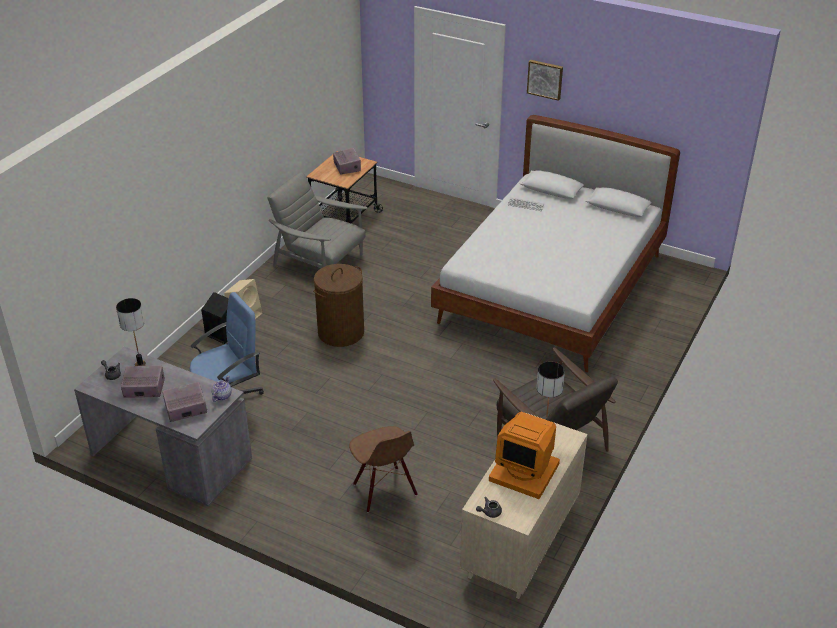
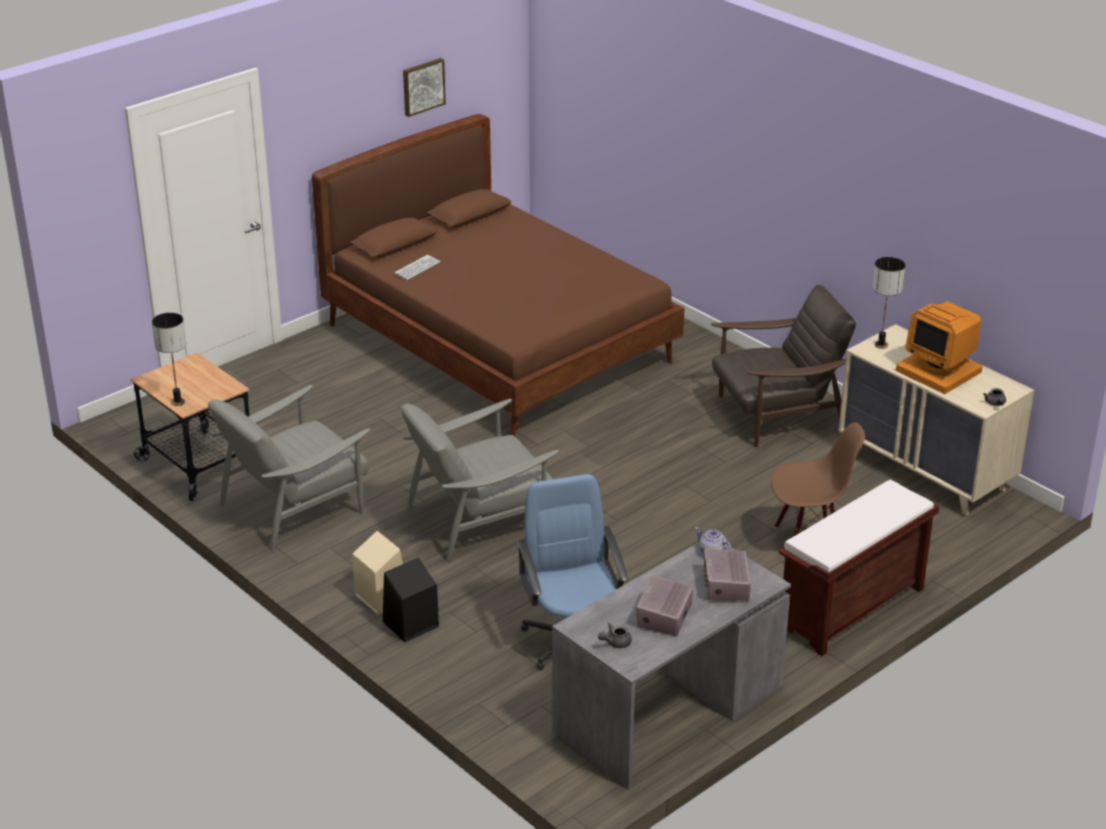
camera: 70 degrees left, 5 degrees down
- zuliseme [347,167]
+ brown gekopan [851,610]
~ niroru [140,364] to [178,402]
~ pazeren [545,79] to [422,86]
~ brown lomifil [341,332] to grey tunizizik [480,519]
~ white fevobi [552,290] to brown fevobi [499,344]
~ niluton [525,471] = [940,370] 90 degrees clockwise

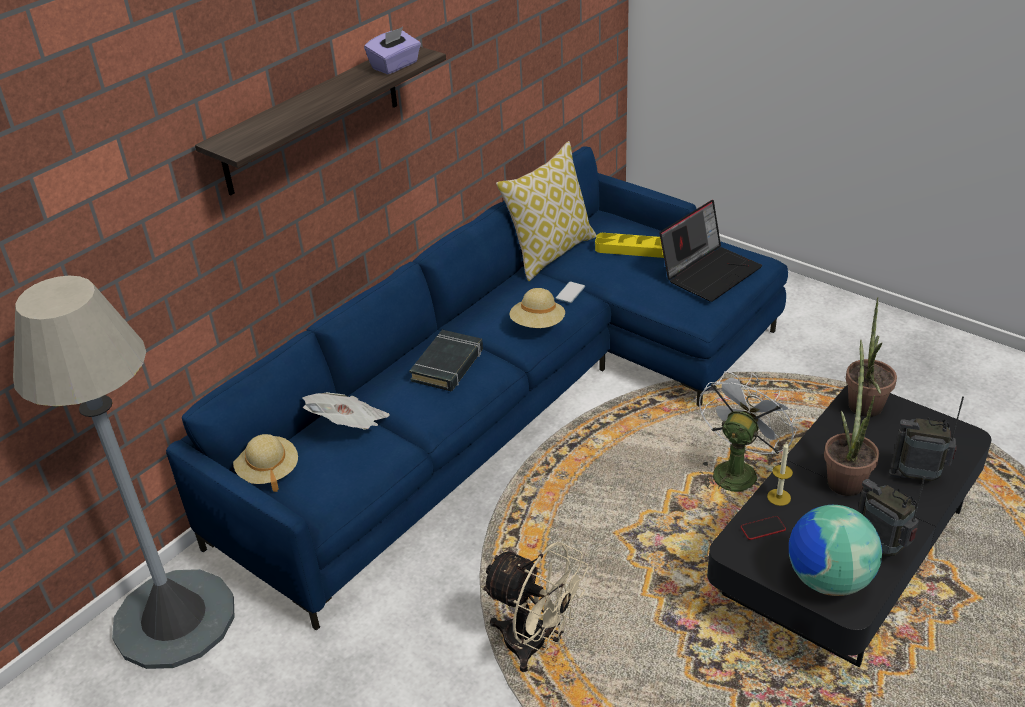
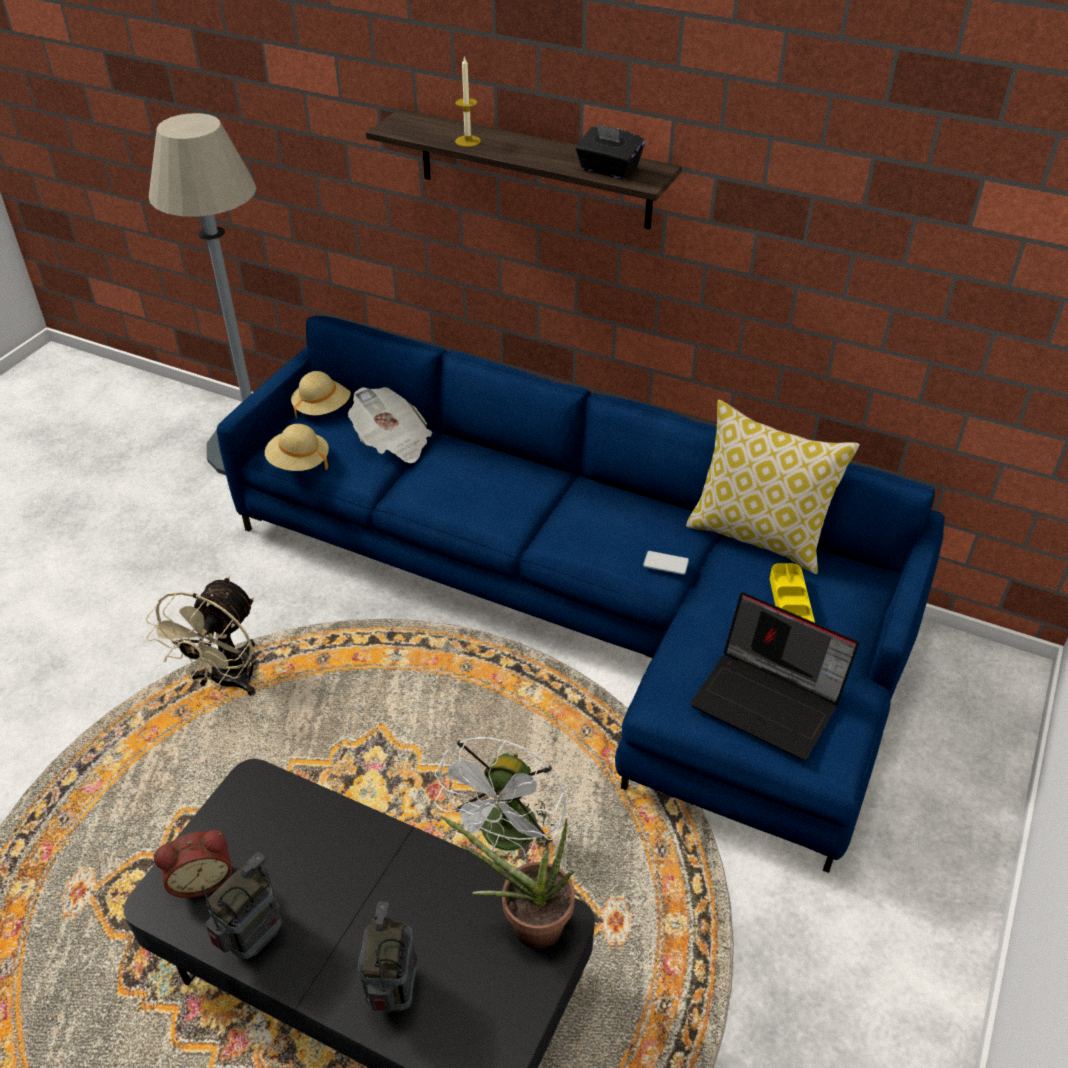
camera: 75 degrees right, 5 degrees up
- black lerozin [448,365]
- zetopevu [763,528]
- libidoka [845,477]
~ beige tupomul [538,324] to [299,463]
~ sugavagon [779,497] to [468,141]
~ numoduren [828,579] to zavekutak [202,878]
~ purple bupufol [395,66] to black bupufol [608,170]
~ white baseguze [737,470] = [507,839] 90 degrees clockwise

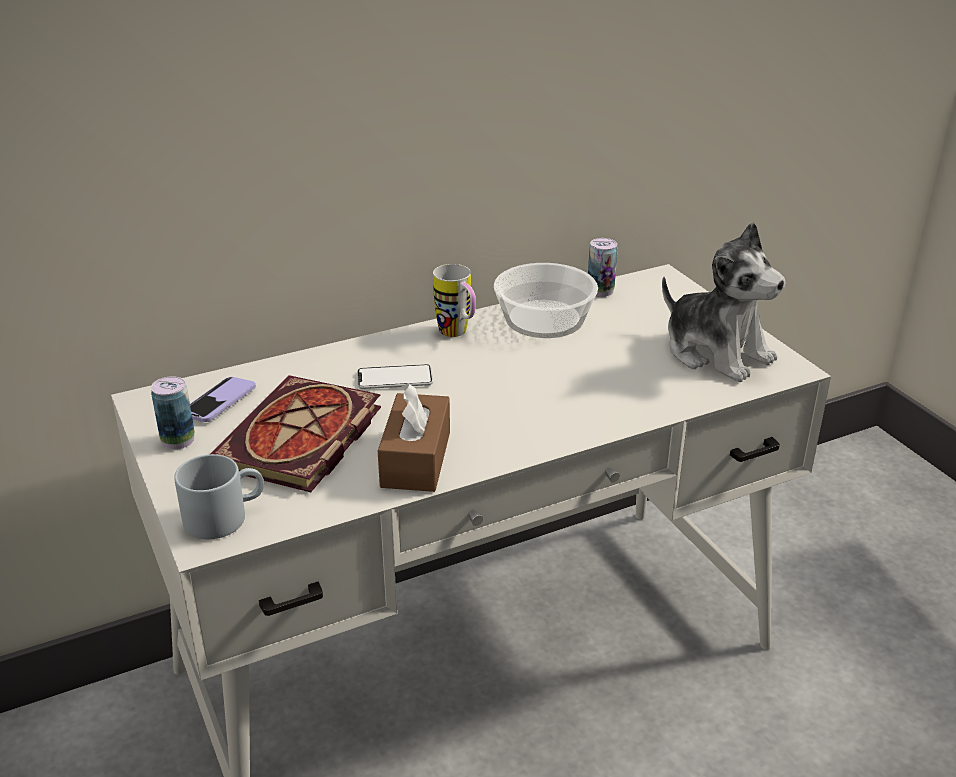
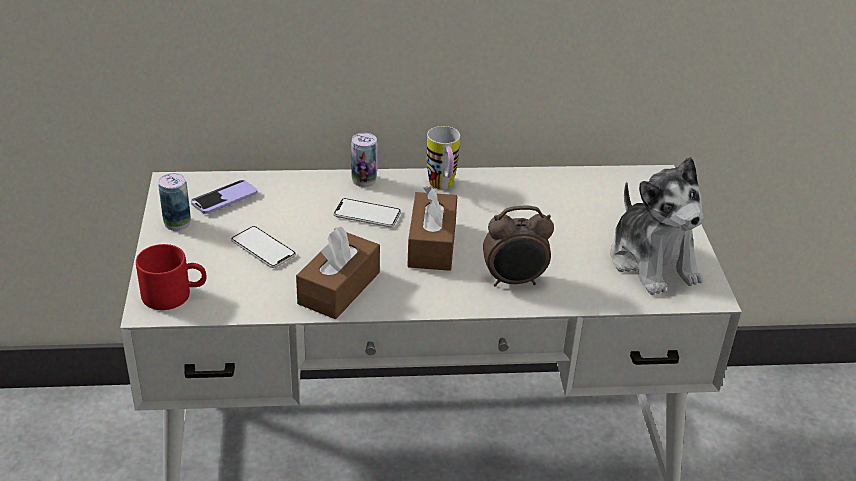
camera: 20 degrees right, 5 degrees up
- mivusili [545,319]
+ brown bupufol [432,244]
+ zavekutak [514,281]
~ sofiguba [600,291] to [364,180]
~ lerozin [300,441] to zetopevu [263,248]
~ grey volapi [225,516] to red volapi [174,294]

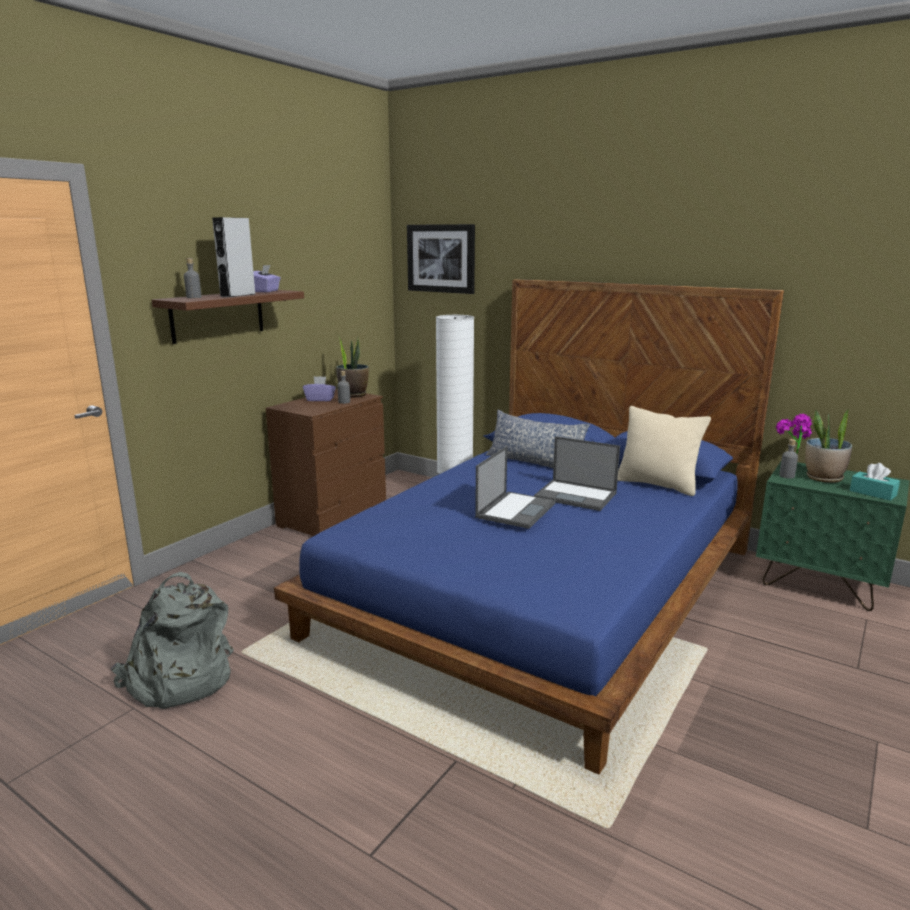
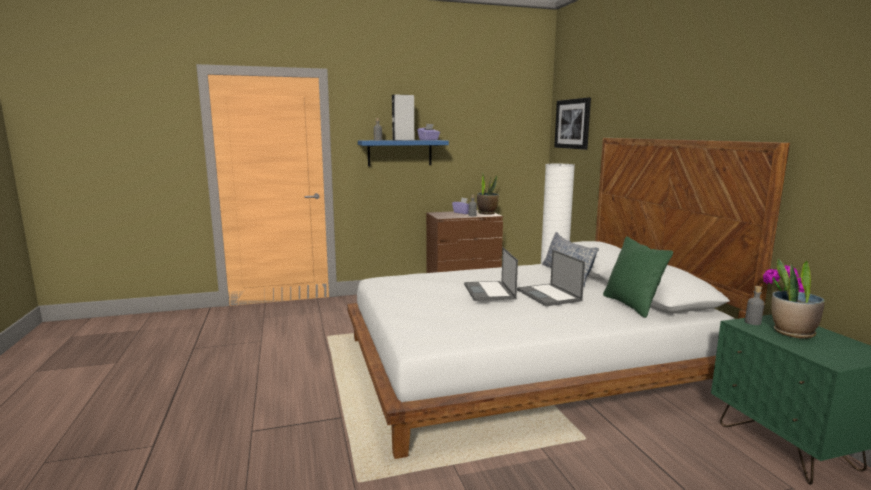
camera: 40 degrees right, 5 degrees down
- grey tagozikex [178,680]
- turquoise bupufol [872,493]
~ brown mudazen [218,315] to blue mudazen [399,153]
~ blue fevobi [543,591] to white fevobi [524,365]
~ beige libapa [657,484] to green libapa [631,305]
~ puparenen [516,510] = [489,292] 105 degrees clockwise

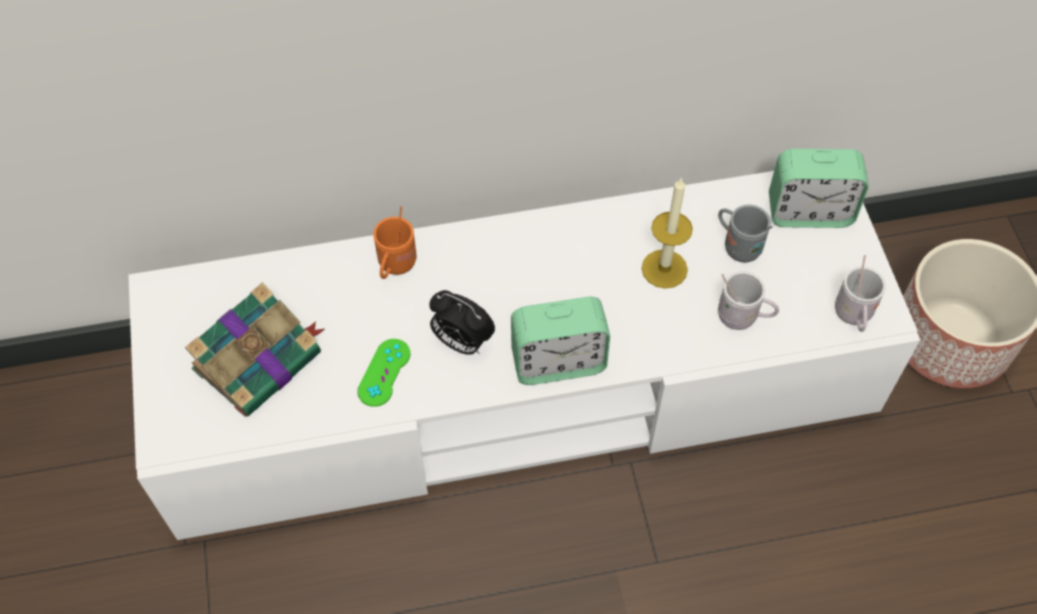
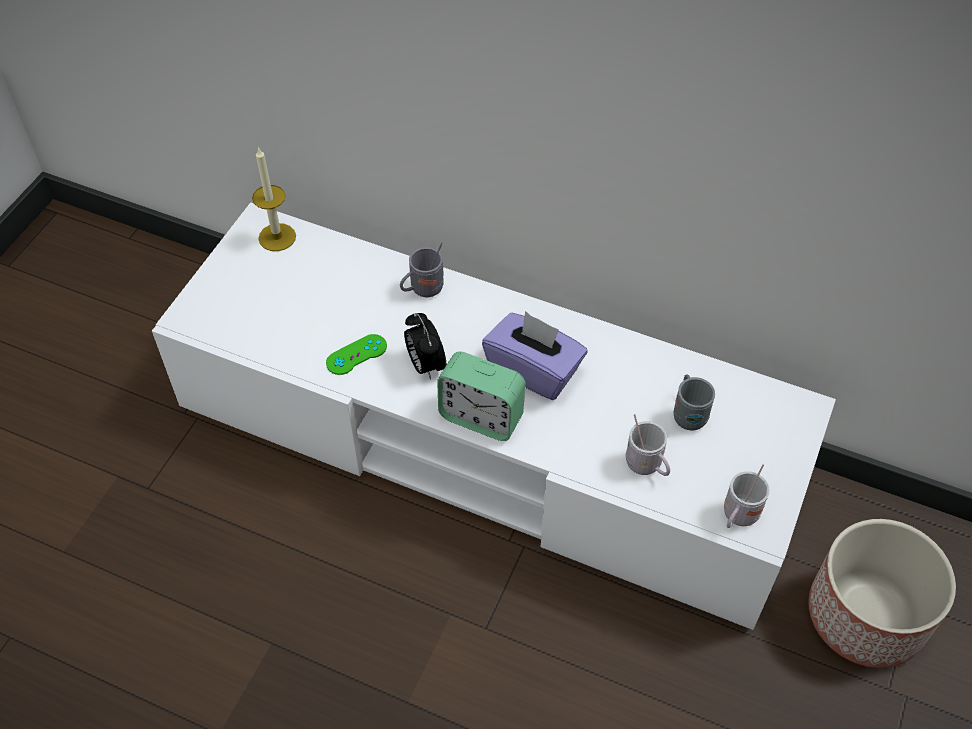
camera: 35 degrees right, 5 degrees down
- lerozin [260,359]
- zavekutak [809,211]
+ purple bupufol [534,370]
~ sugavagon [664,269] to [277,237]
~ orange volapi [395,267] to grey volapi [423,290]

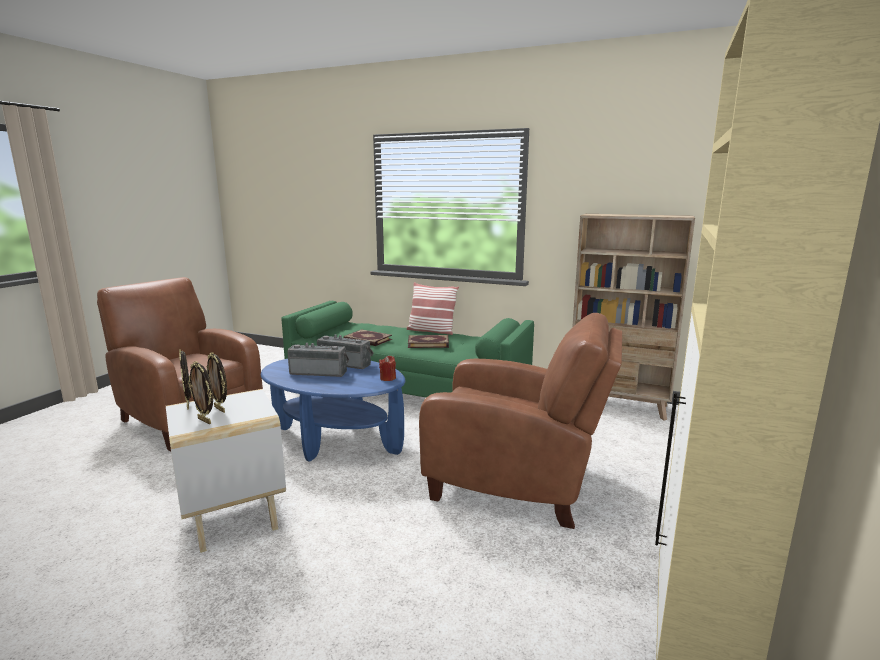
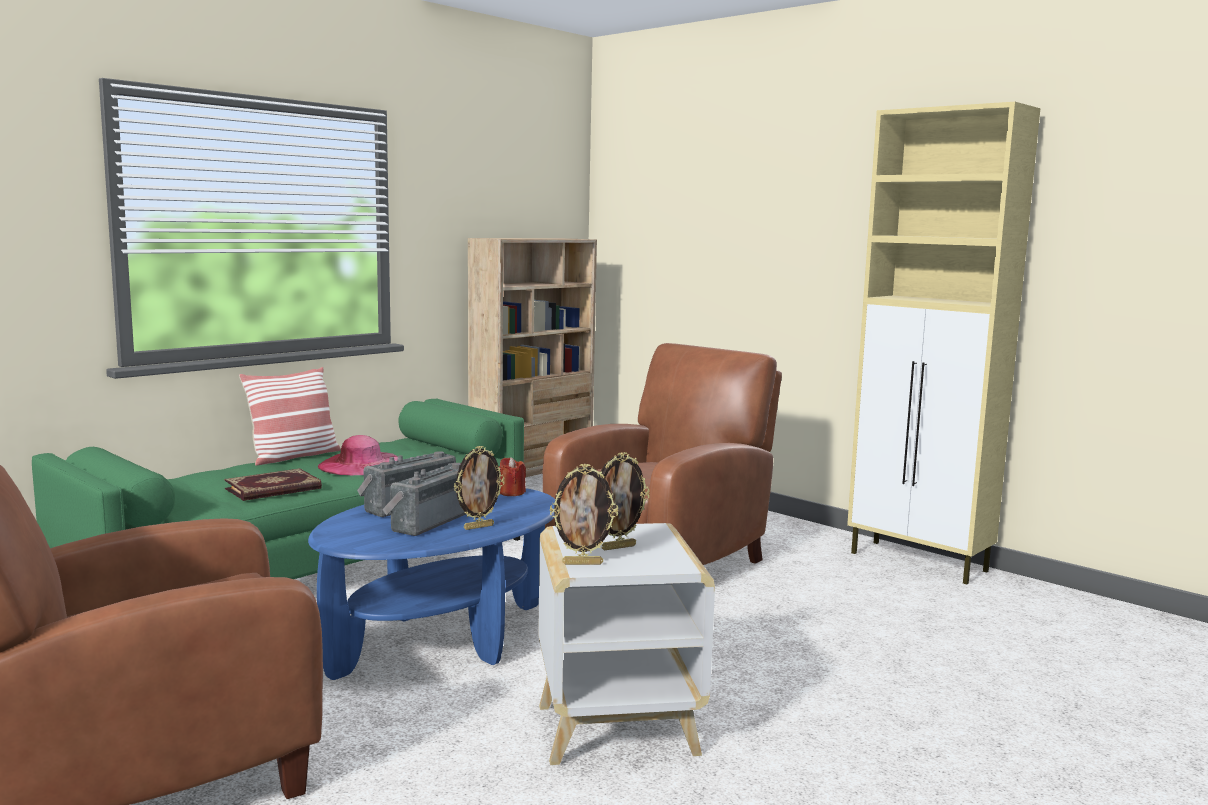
camera: 70 degrees left, 5 degrees down
~ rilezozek [205,420] to [478,527]
~ lerozin [428,343] to pink tupomul [360,464]

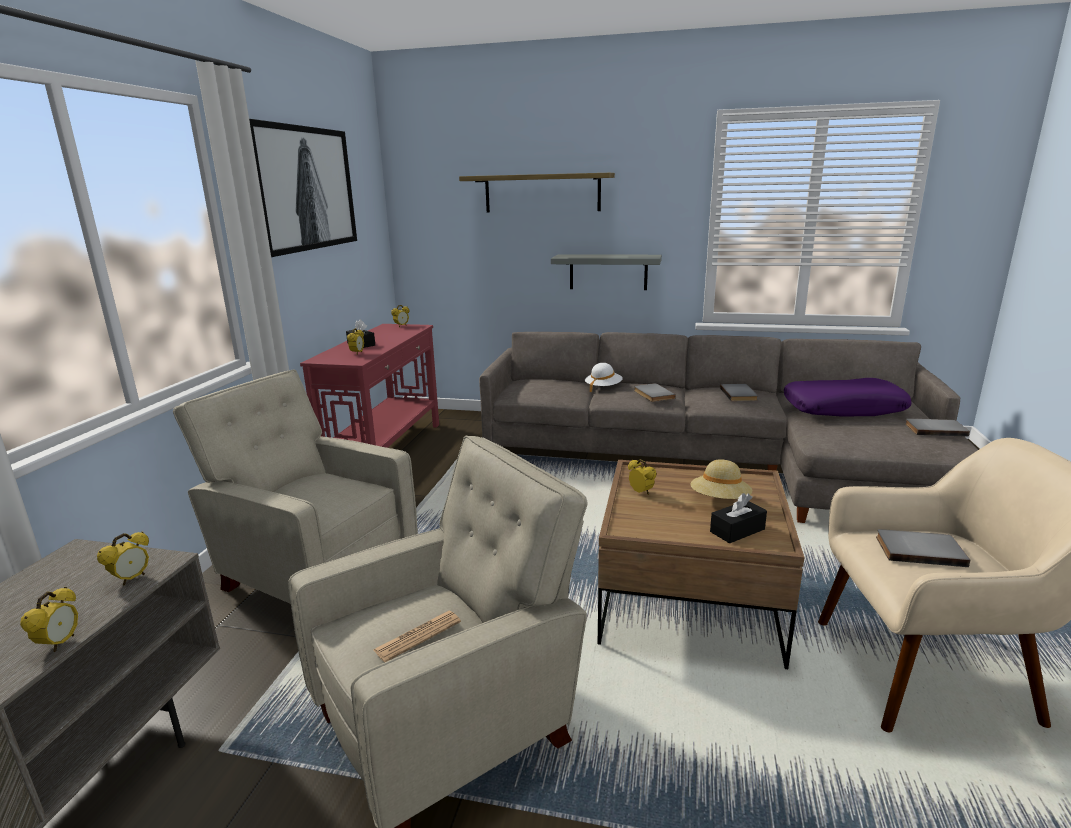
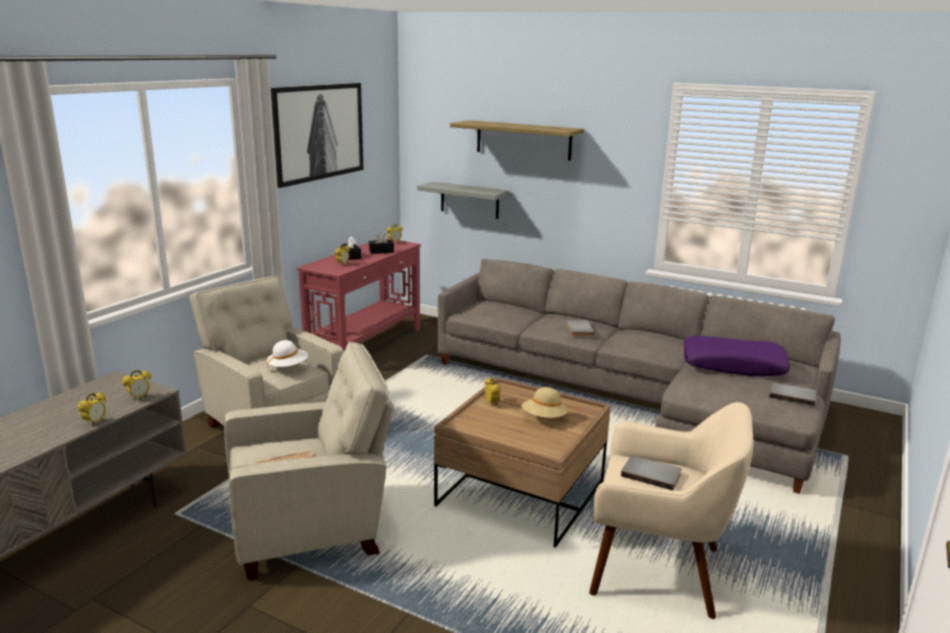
camera: 15 degrees right, 0 degrees up
- grey lerozin [740,394]
~ grey mudazen [608,272] to [469,200]
~ white tupomul [603,388] to [288,367]
~ black bupufol [737,530] to [381,251]

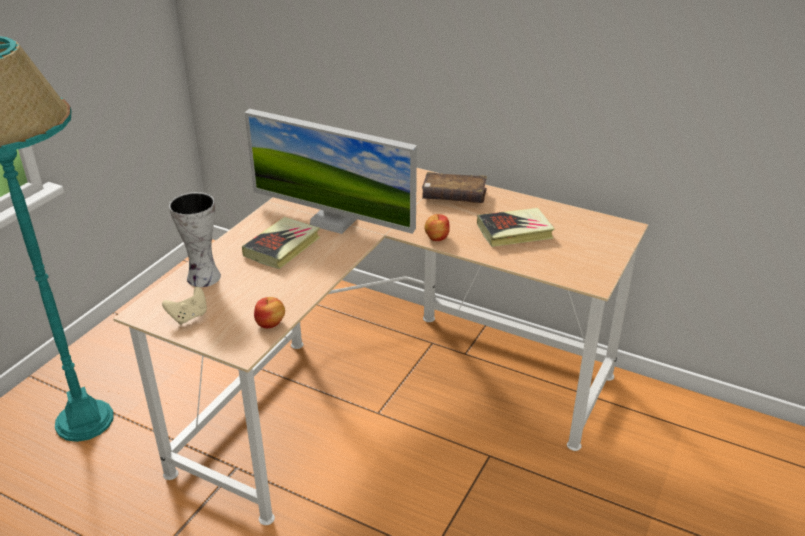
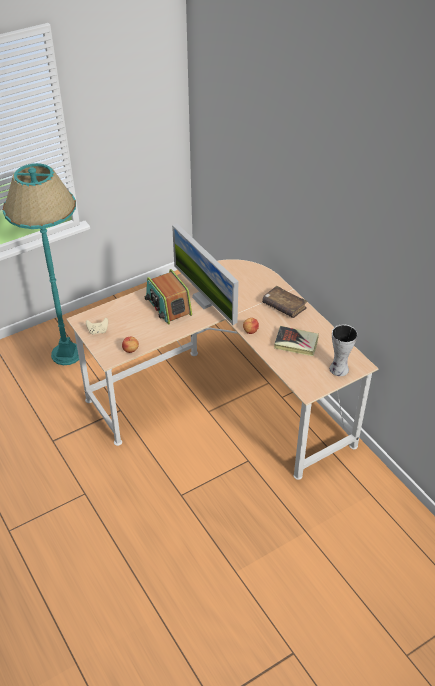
camera: 30 degrees right, 10 degrees up
~ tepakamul [202,278] to [338,369]
~ lerozin [282,247] to zuliseme [168,306]

